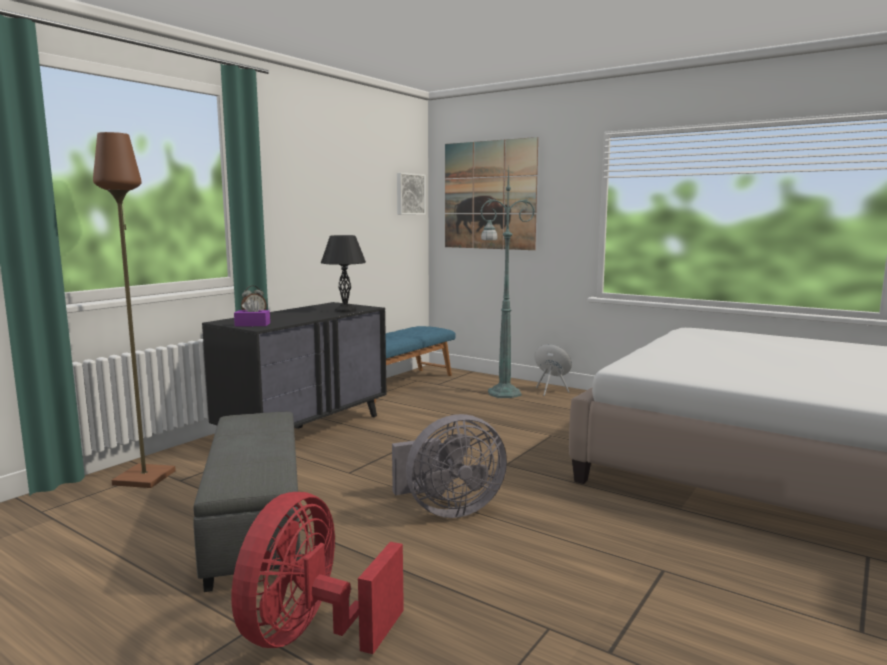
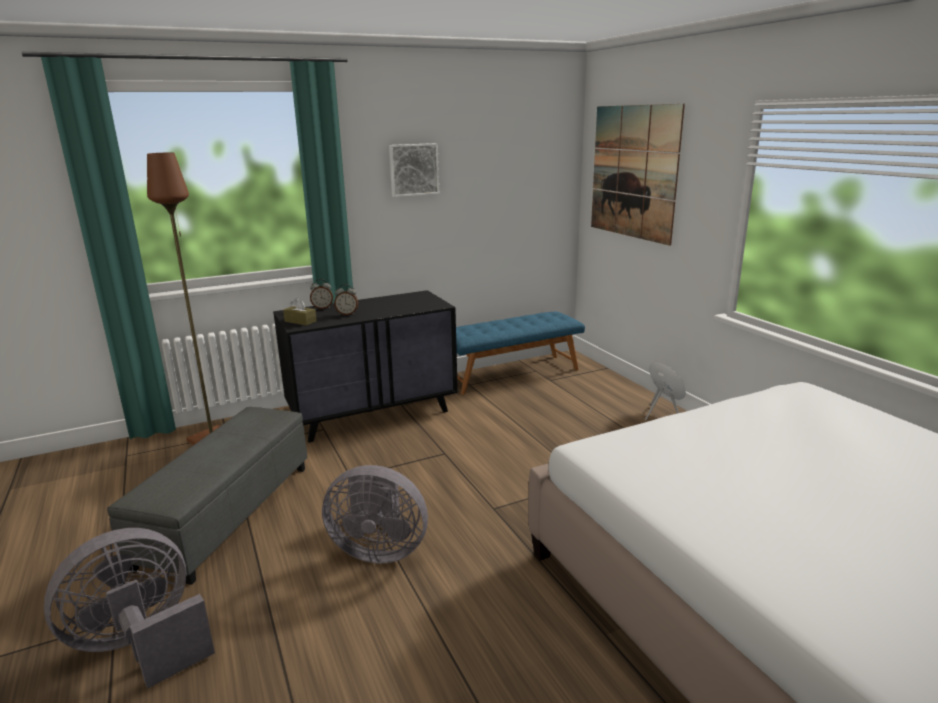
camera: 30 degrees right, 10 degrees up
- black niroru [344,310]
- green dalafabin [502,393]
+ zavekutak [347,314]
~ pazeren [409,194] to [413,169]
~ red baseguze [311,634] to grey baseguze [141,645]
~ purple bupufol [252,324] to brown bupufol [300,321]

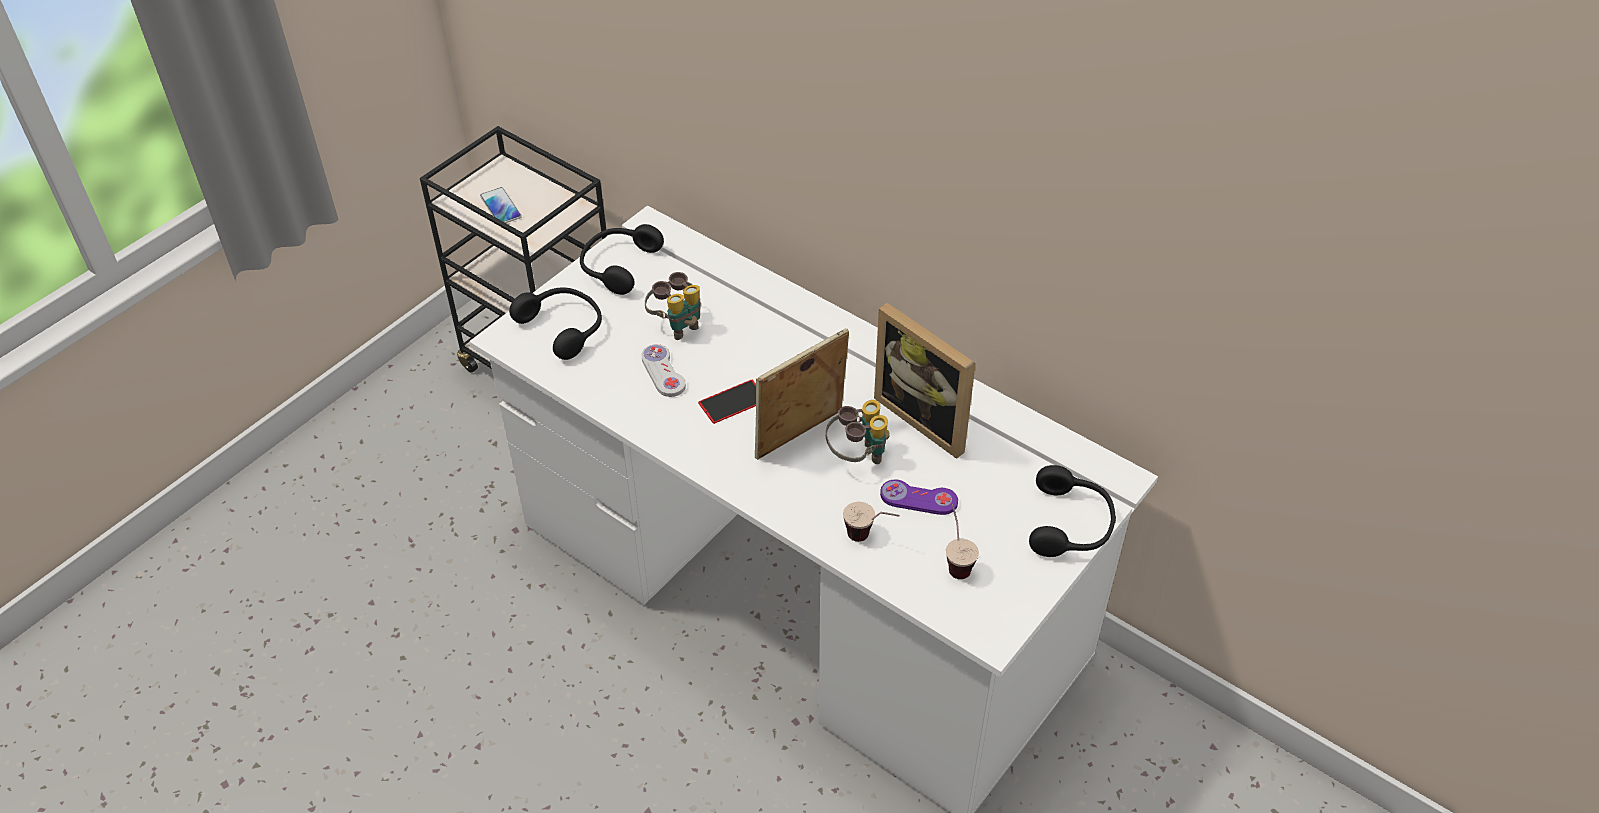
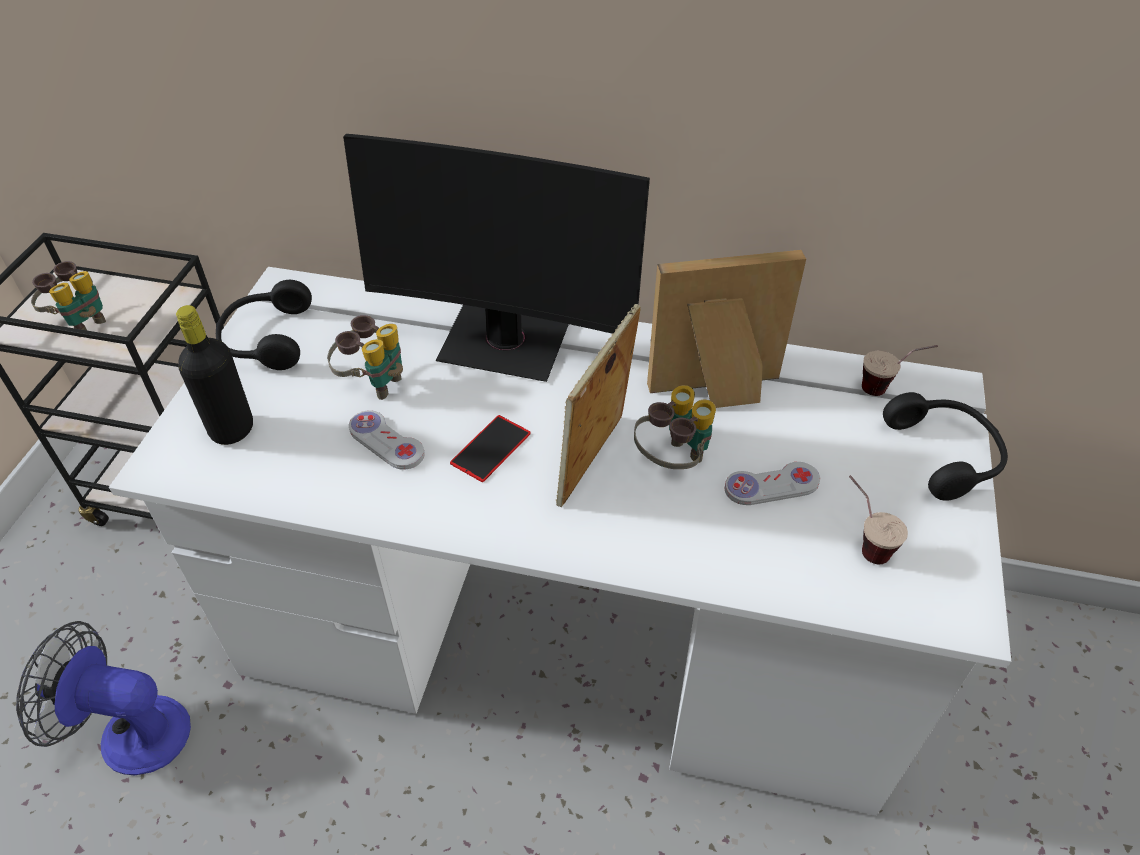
camera: 25 degrees left, 0 degrees up
+ baseguze [130,732]
+ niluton [505,343]
~ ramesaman [870,538] to [888,388]
~ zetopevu [500,207] to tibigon [82,322]
~ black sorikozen [564,327] to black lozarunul [232,429]
~ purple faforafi [918,499] to white faforafi [771,485]
~ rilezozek [927,418] = [717,392] 150 degrees clockwise

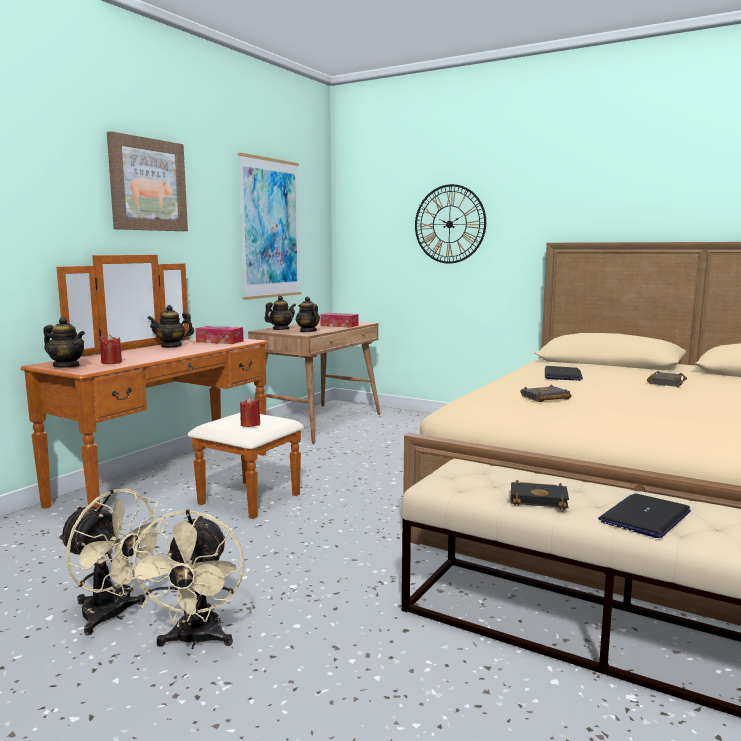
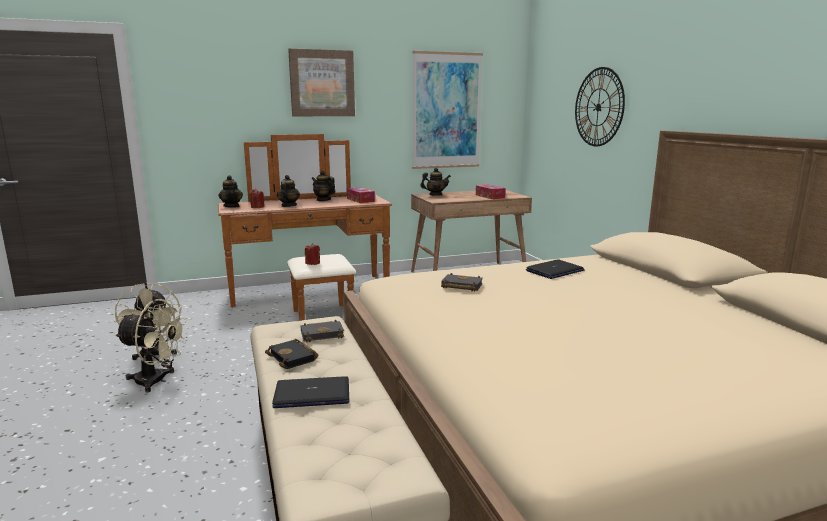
camera: 40 degrees right, 5 degrees up
~ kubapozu [308,331] to [288,206]
~ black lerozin [665,382] to [323,334]
~ beige baseguze [196,640] = [157,381] 120 degrees counterclockwise

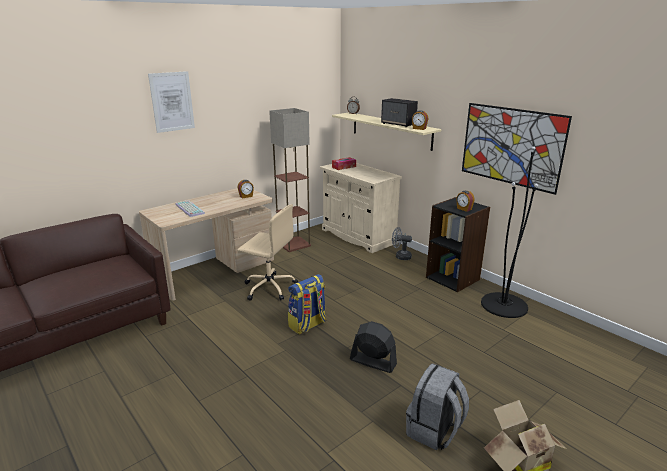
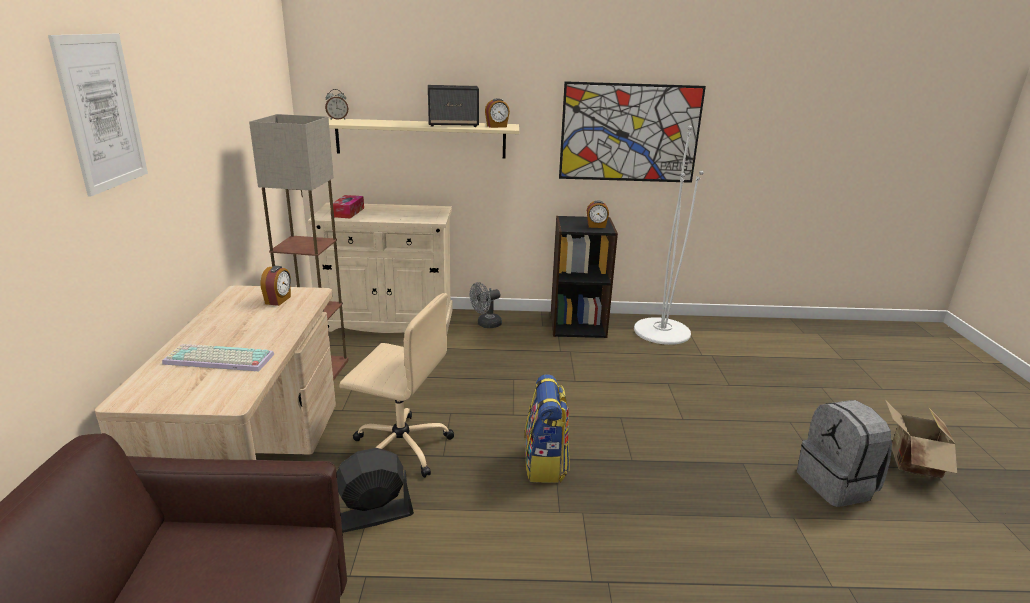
camera: 50 degrees left, 0 degrees up
~ black baseguze [372,362] to [372,515]
~ black dalafabin [504,305] to white dalafabin [662,331]
~ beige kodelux [269,287] = [400,447] 45 degrees clockwise

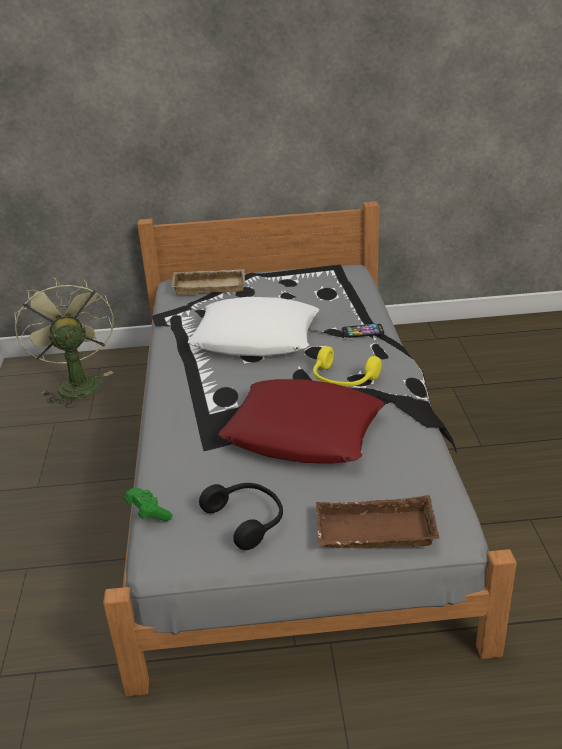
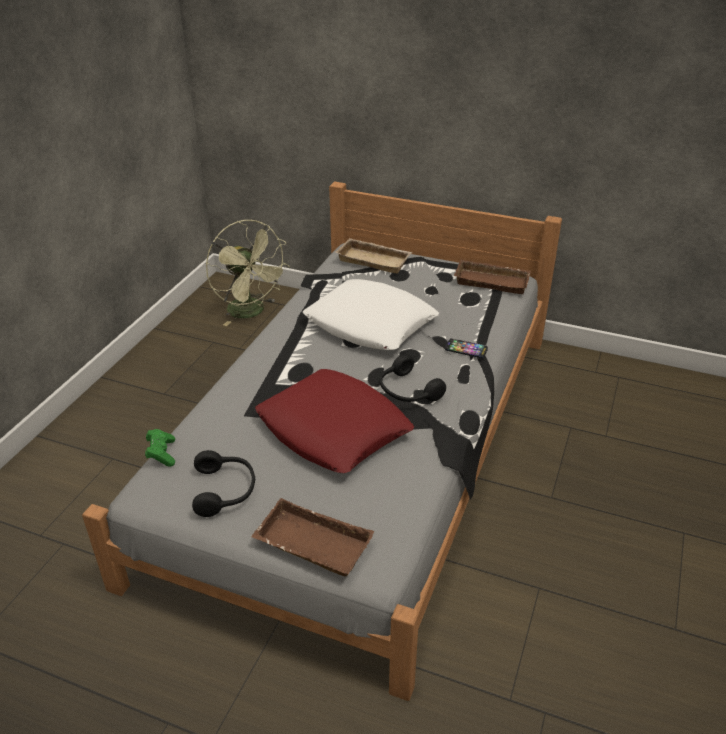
camera: 25 degrees right, 5 degrees up
+ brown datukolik [493,281]
~ yellow sorikozen [343,380] to black sorikozen [407,391]
~ green baseguze [75,383] = [251,312] 135 degrees clockwise

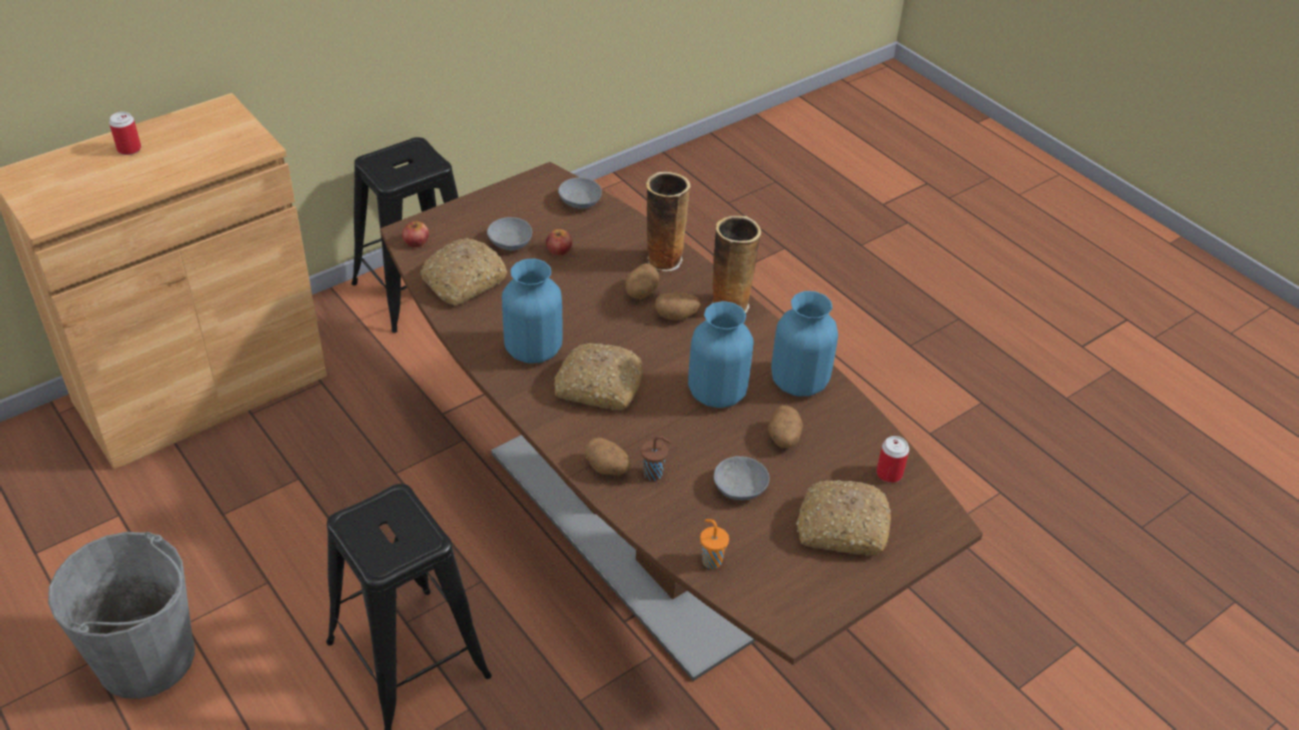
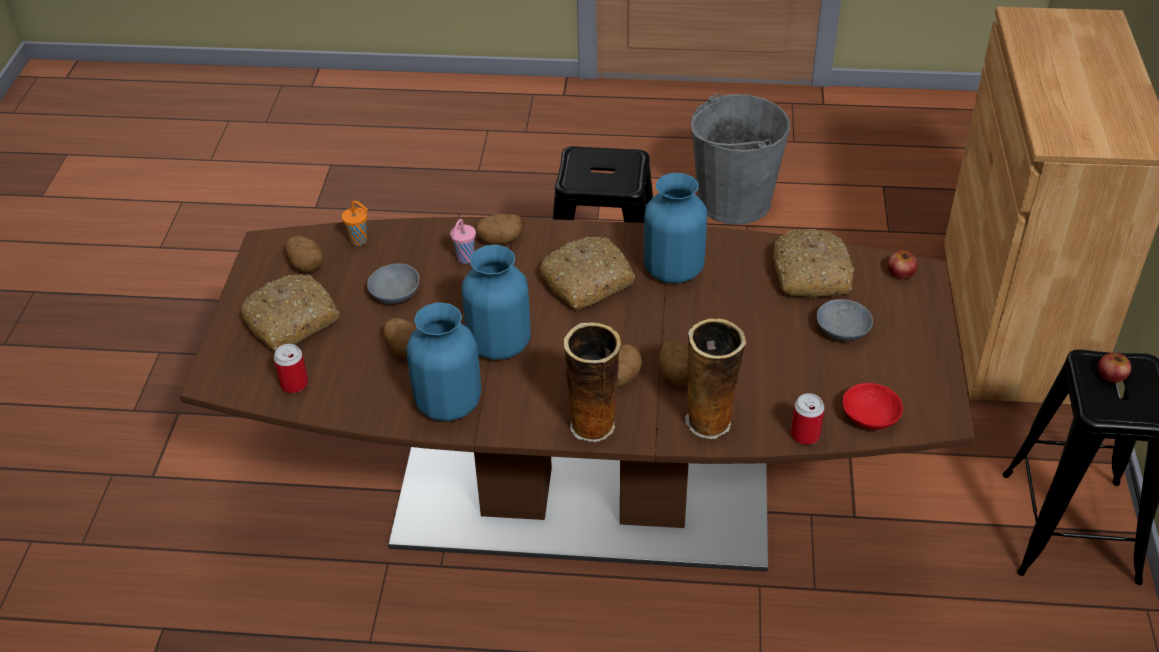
camera: 135 degrees right, 0 degrees up
+ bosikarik [306,265]
~ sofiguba [129,149] to [805,435]
~ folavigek [559,249] to [1111,375]
~ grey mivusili [581,202] to red mivusili [868,417]
~ brown ramesaman [654,474] to pink ramesaman [464,259]

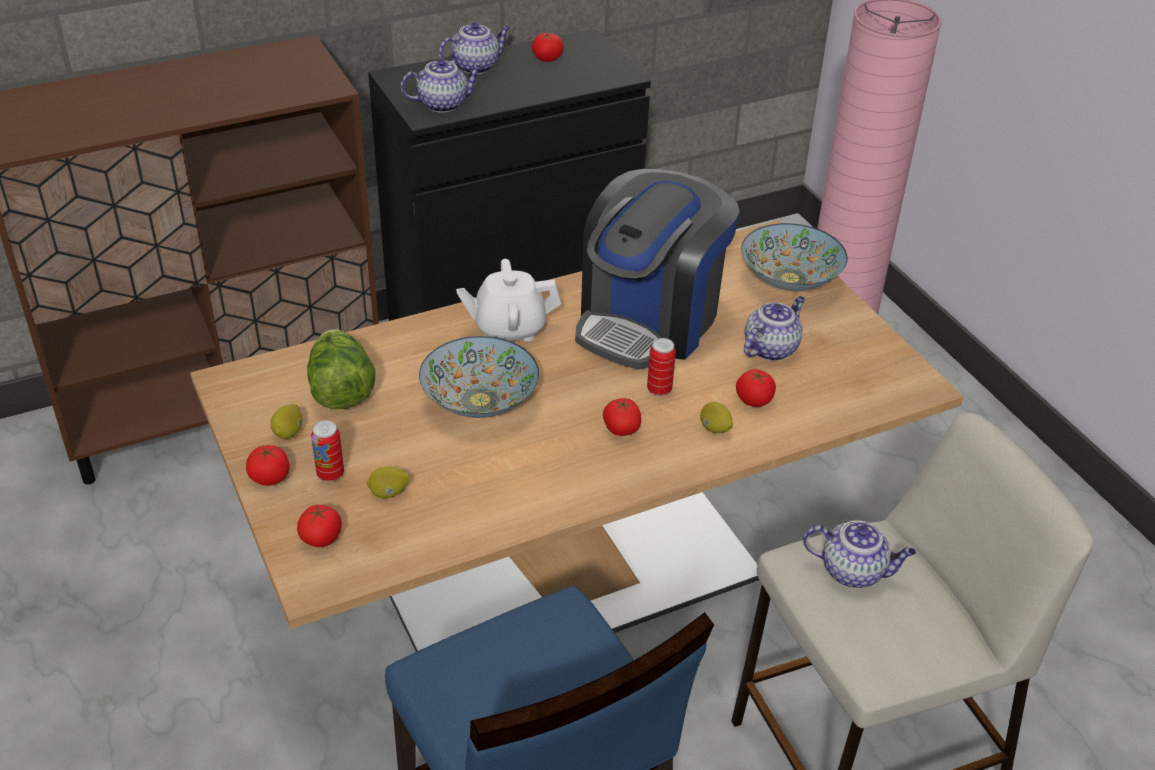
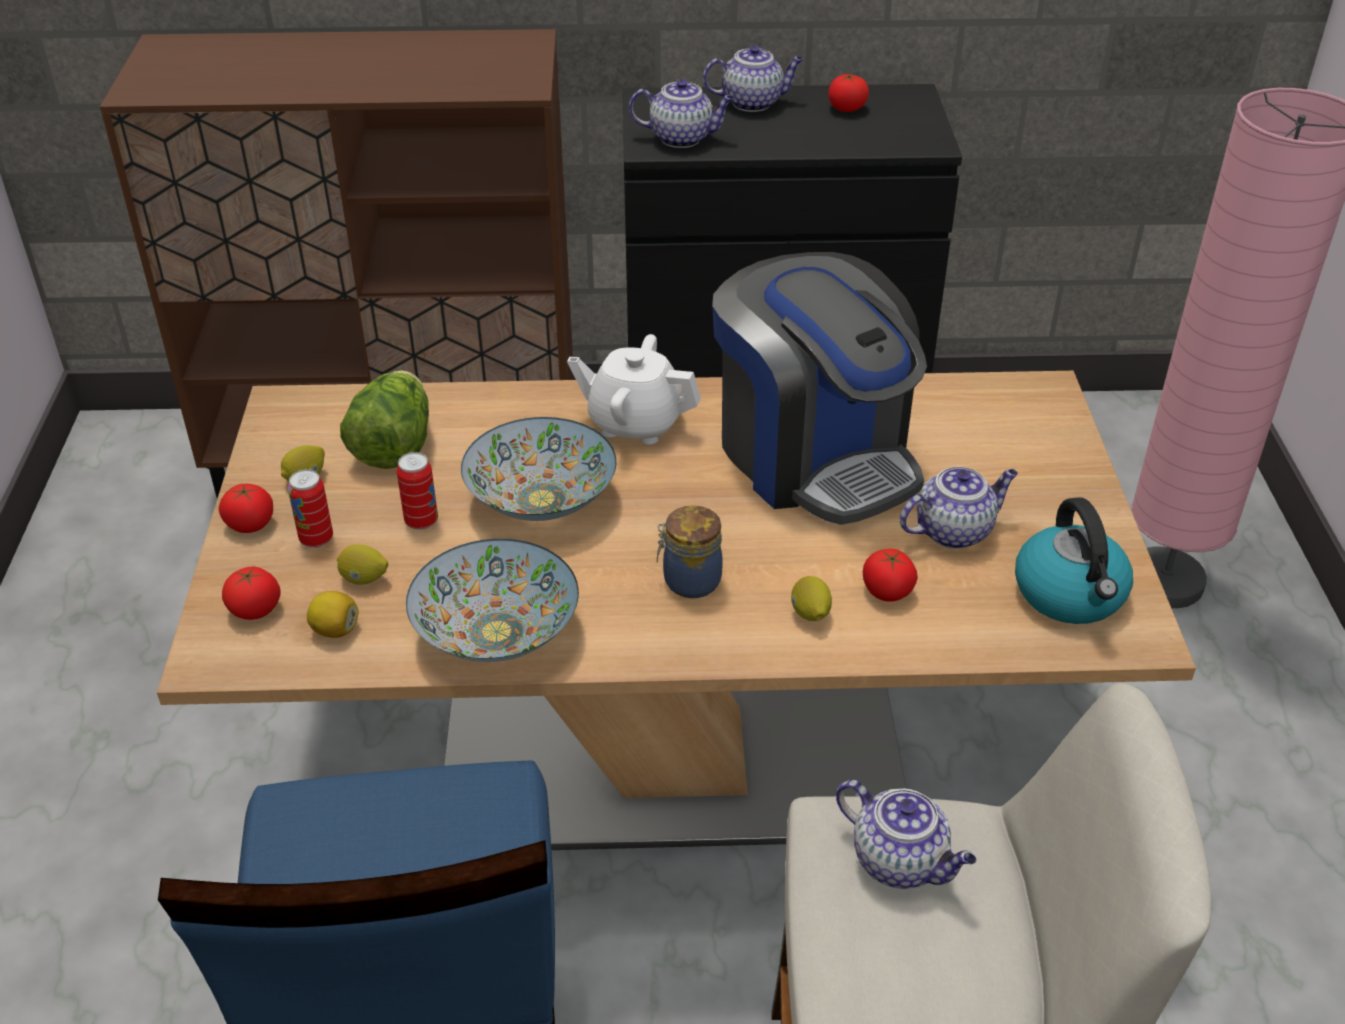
camera: 25 degrees right, 0 degrees up
+ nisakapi [335,630]
+ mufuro [1070,594]
~ sofiguba [659,389] to [421,521]
~ mivusili [789,279] to [497,632]
~ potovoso [621,429] to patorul [689,581]
~ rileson [649,320] = [814,456] 90 degrees counterclockwise

